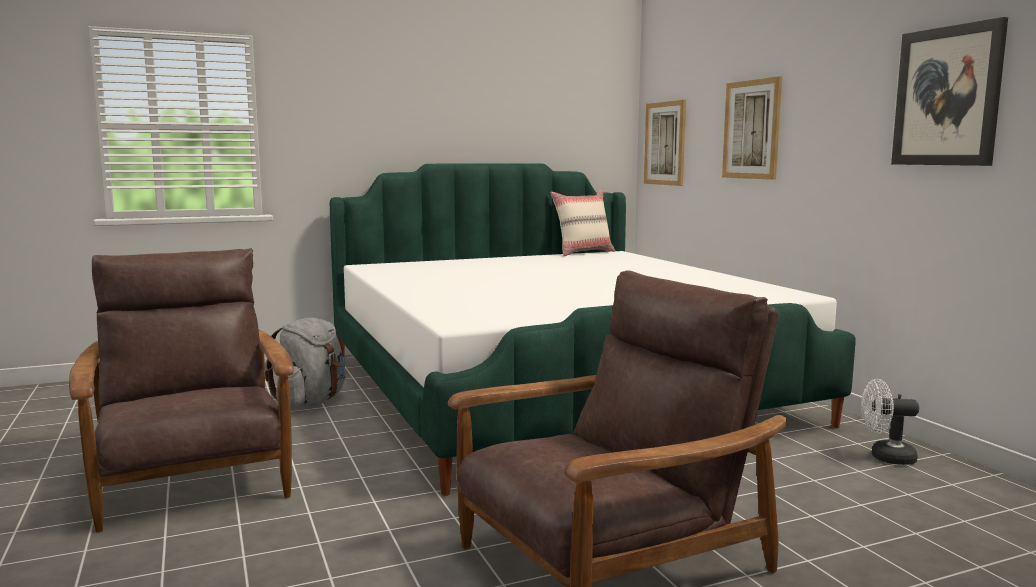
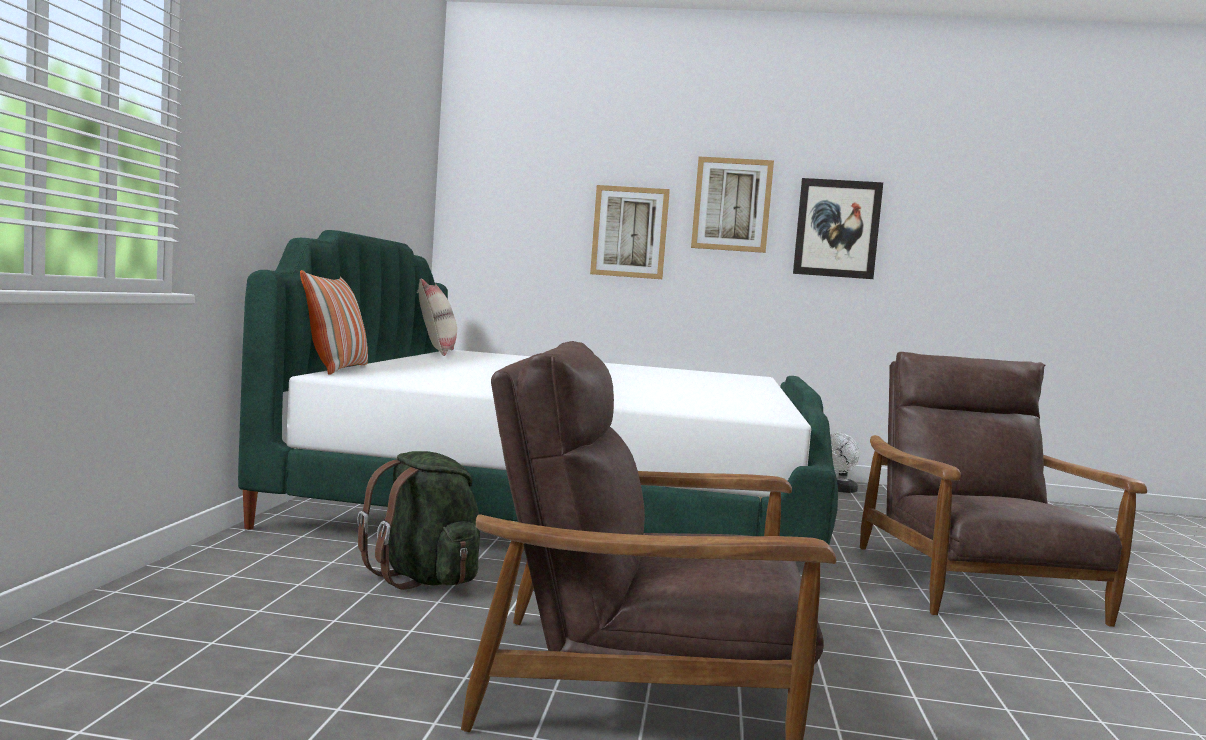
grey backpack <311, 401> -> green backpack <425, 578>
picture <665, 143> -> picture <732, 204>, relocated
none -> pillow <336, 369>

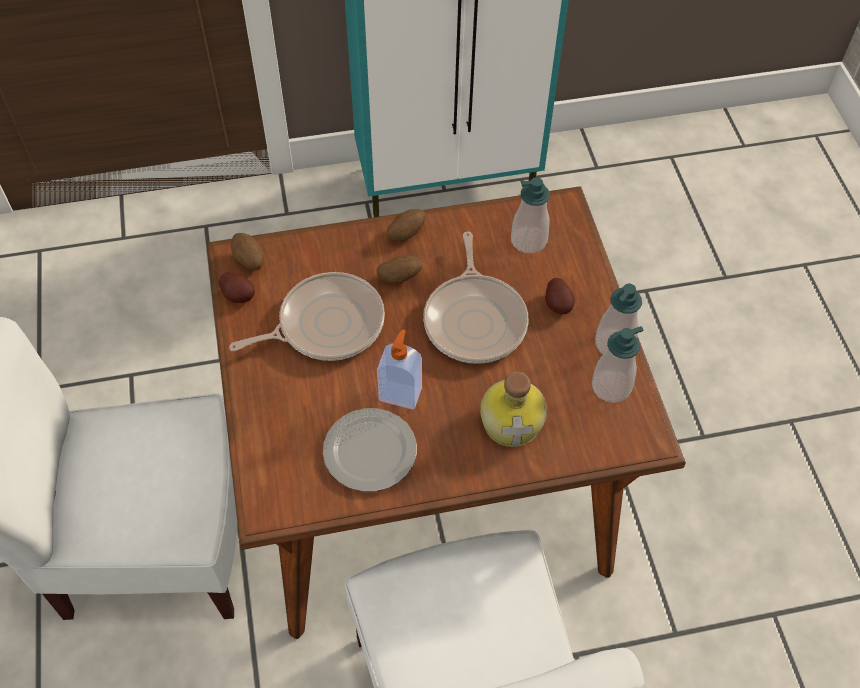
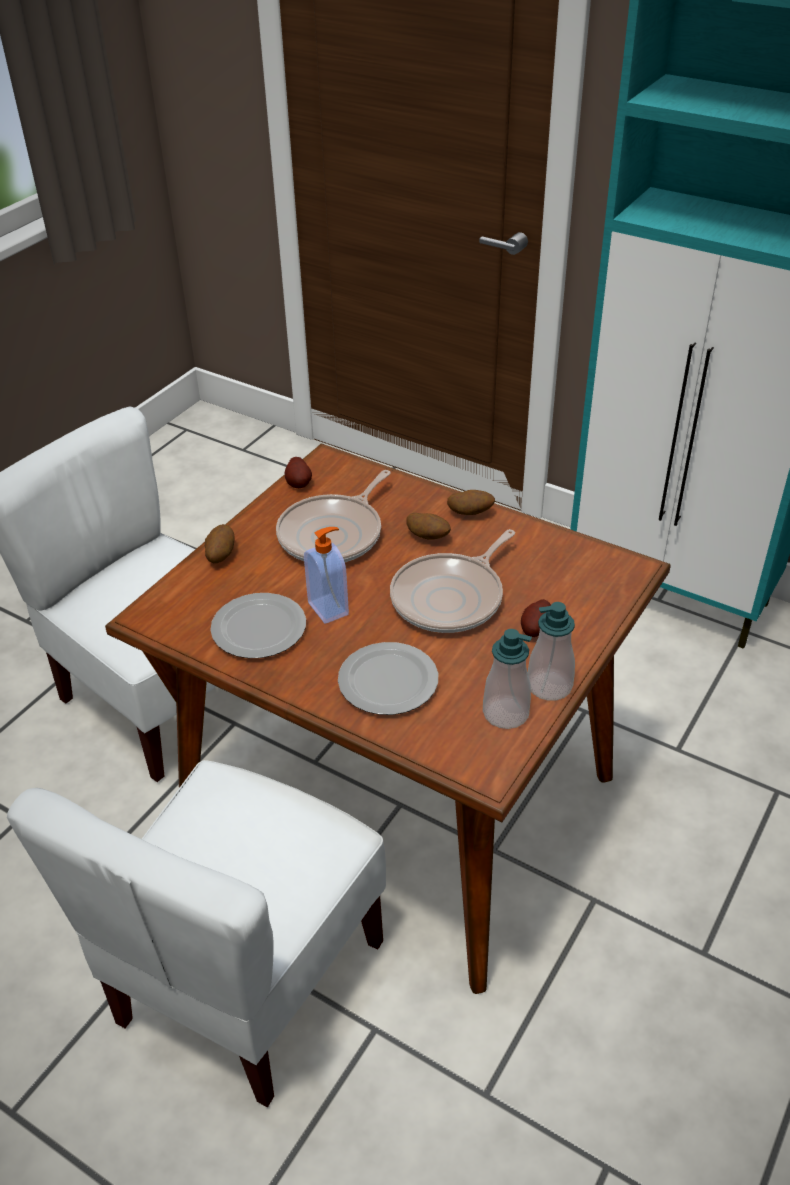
frying pan <326, 324> -> frying pan <334, 534>, 105 degrees clockwise
potato <249, 260> -> potato <220, 555>, relocated
bottle <513, 421> -> plate <390, 681>
soap dispenser <528, 240> -> none

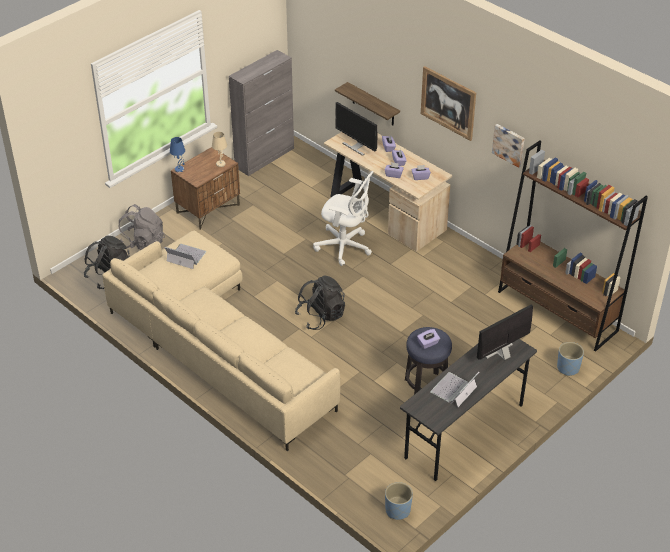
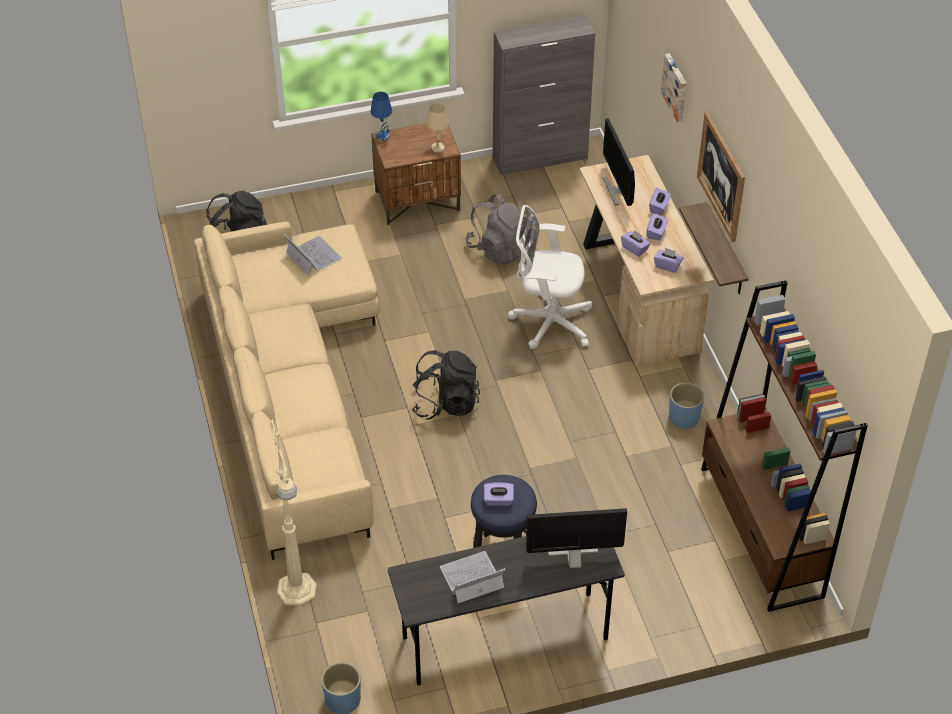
grey backpack <143, 243> -> grey backpack <498, 249>, relocated
white office chair <345, 247> -> white office chair <548, 322>, 135 degrees clockwise
shelf <373, 105> -> shelf <725, 251>, relocated
picture <509, 144> -> picture <676, 87>, relocated
blue planter <568, 368> -> blue planter <684, 418>, relocated
none -> beige floor lamp <297, 591>

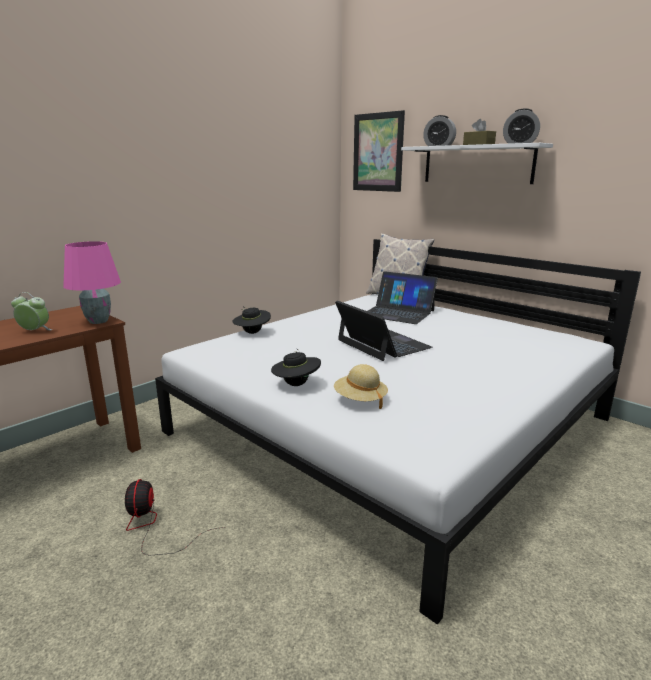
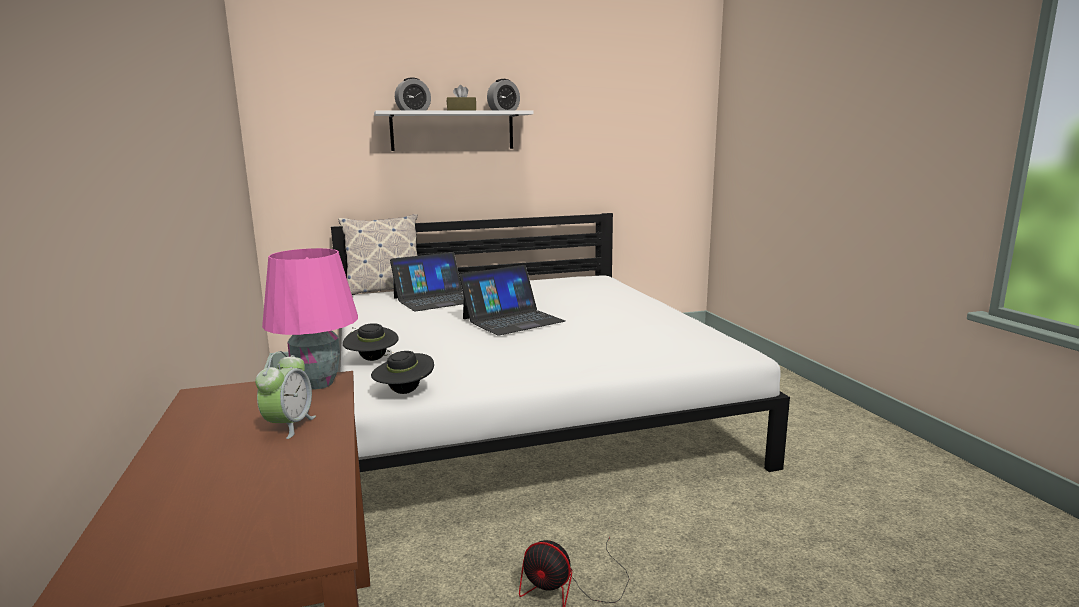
alarm clock <34, 331> -> alarm clock <289, 426>, 150 degrees clockwise
black hat <296, 384> -> black hat <404, 392>, relocated
beige hat <360, 400> -> none
laptop <382, 344> -> laptop <512, 320>, 150 degrees clockwise
picture <378, 152> -> none

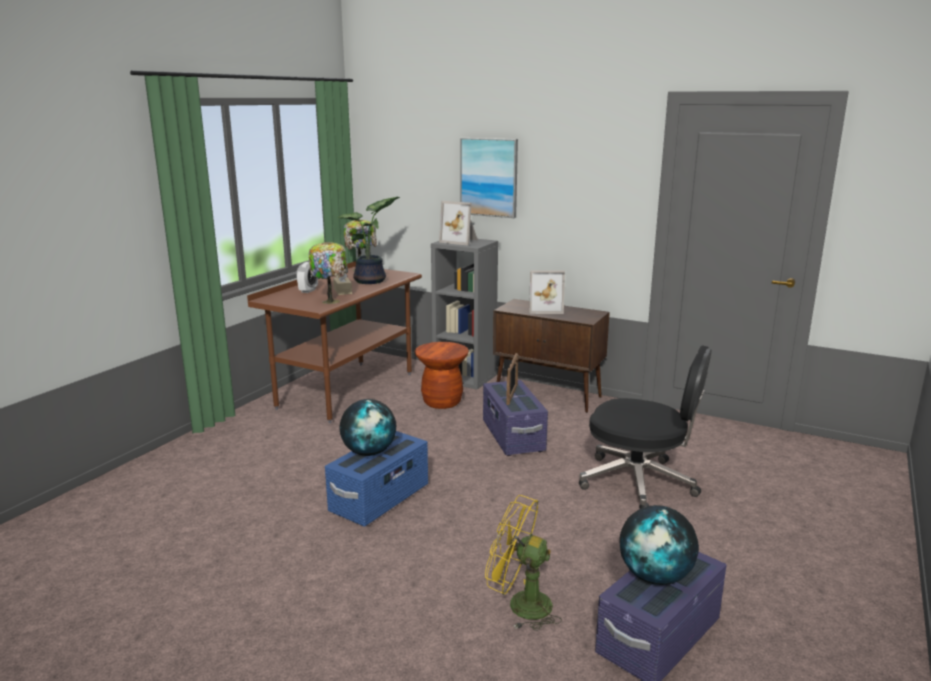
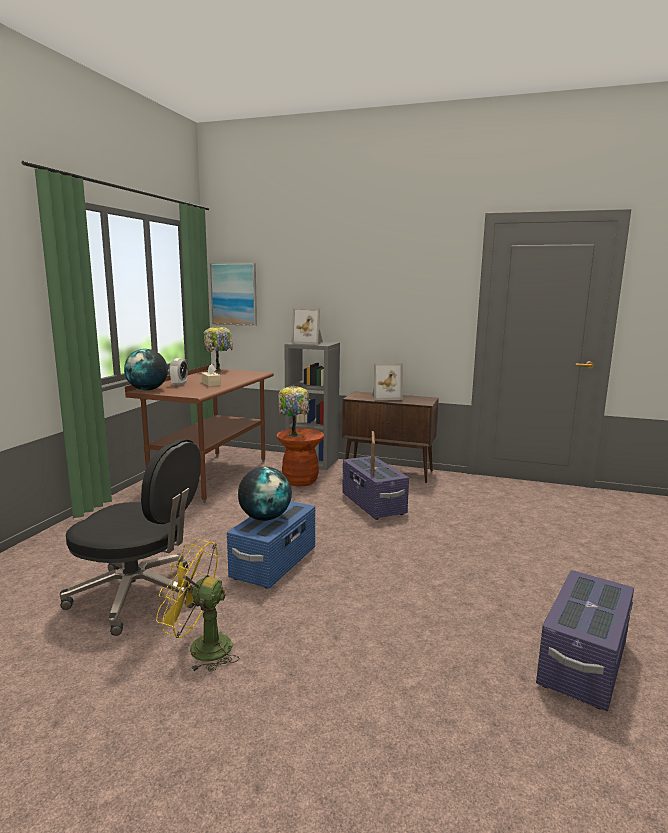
table lamp <331, 301> -> table lamp <294, 434>, relocated
potted plant <372, 281> -> none
picture <489, 177> -> picture <234, 294>, relocated
yellow fan <520, 604> -> yellow fan <200, 648>, relocated
black office chair <639, 483> -> black office chair <138, 595>, relocated
globe <655, 576> -> globe <147, 390>, relocated

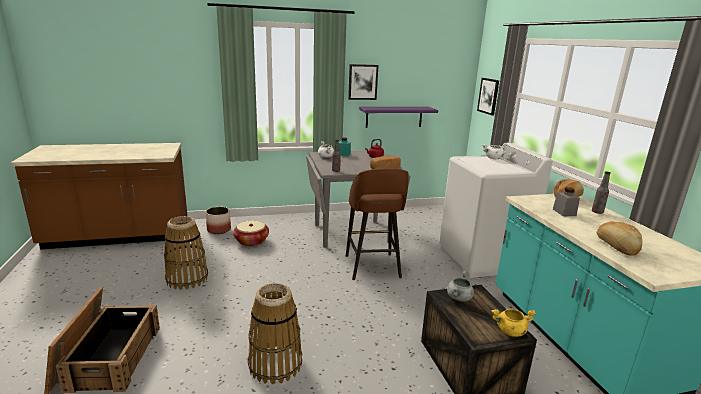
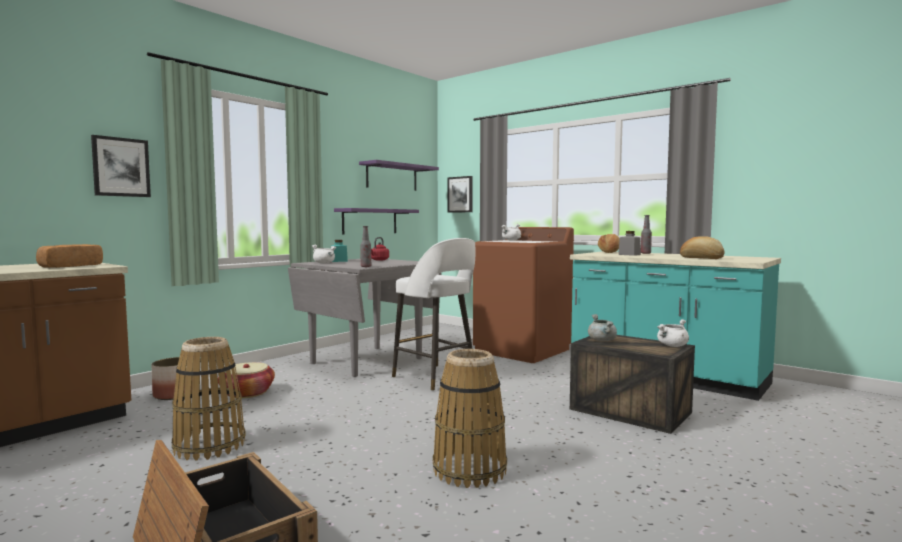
brown stool <372, 267> -> white stool <436, 378>
picture <362, 82> -> picture <121, 167>, relocated
bread <384, 169> -> bread <70, 266>, relocated
white washing machine <482, 259> -> brown washing machine <522, 350>
yellow cooking pot <510, 331> -> white cooking pot <672, 346>
none -> purple shelf <392, 177>

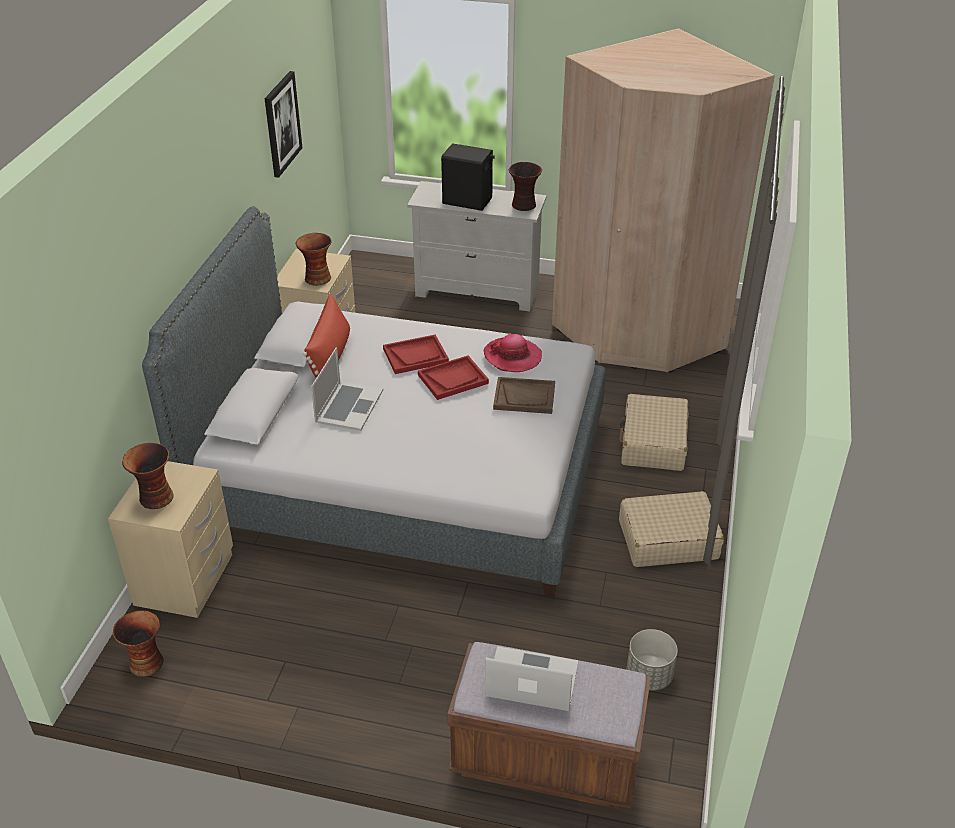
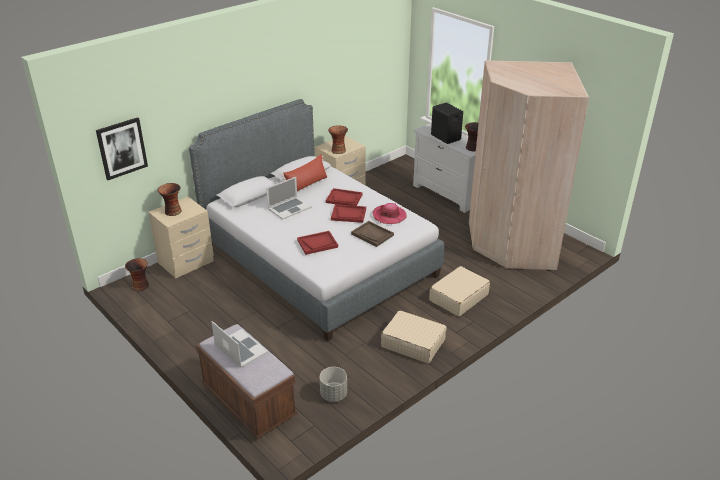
picture <282, 124> -> picture <122, 148>, relocated
none -> red tray <317, 243>

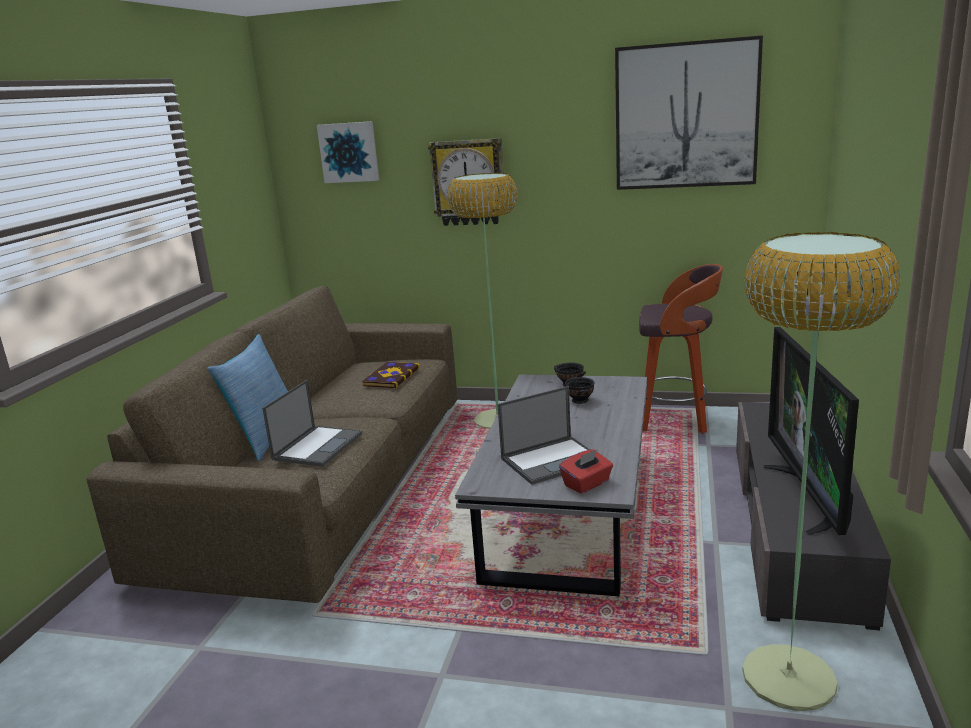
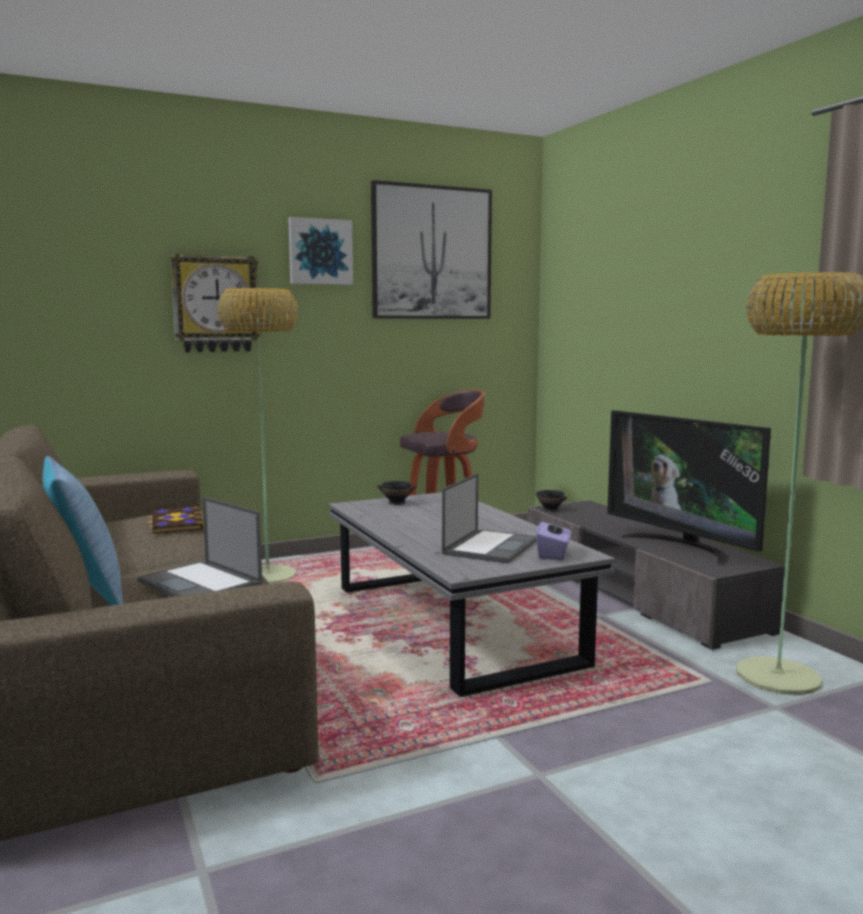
laptop <318, 446> -> laptop <201, 583>, 150 degrees clockwise
picture <349, 152> -> picture <320, 252>, relocated
red tissue box <587, 484> -> purple tissue box <553, 554>
black bowl <579, 400> -> black bowl <551, 510>, relocated

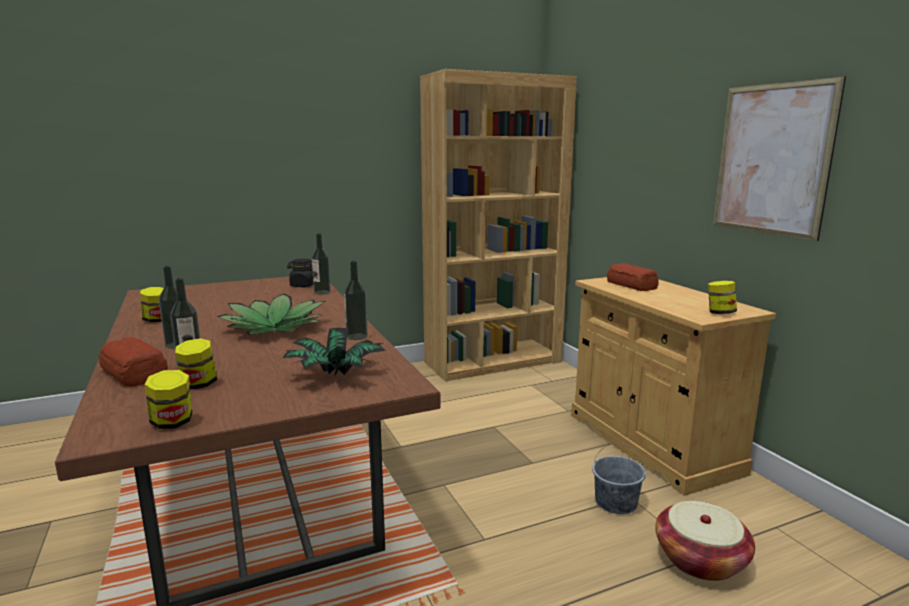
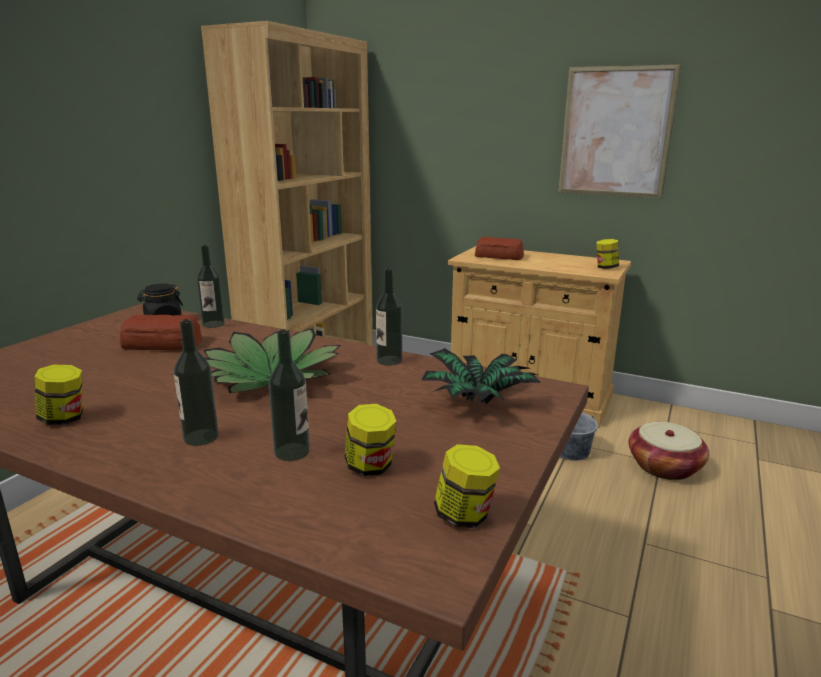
bread <134, 372> -> bread <161, 344>, relocated

